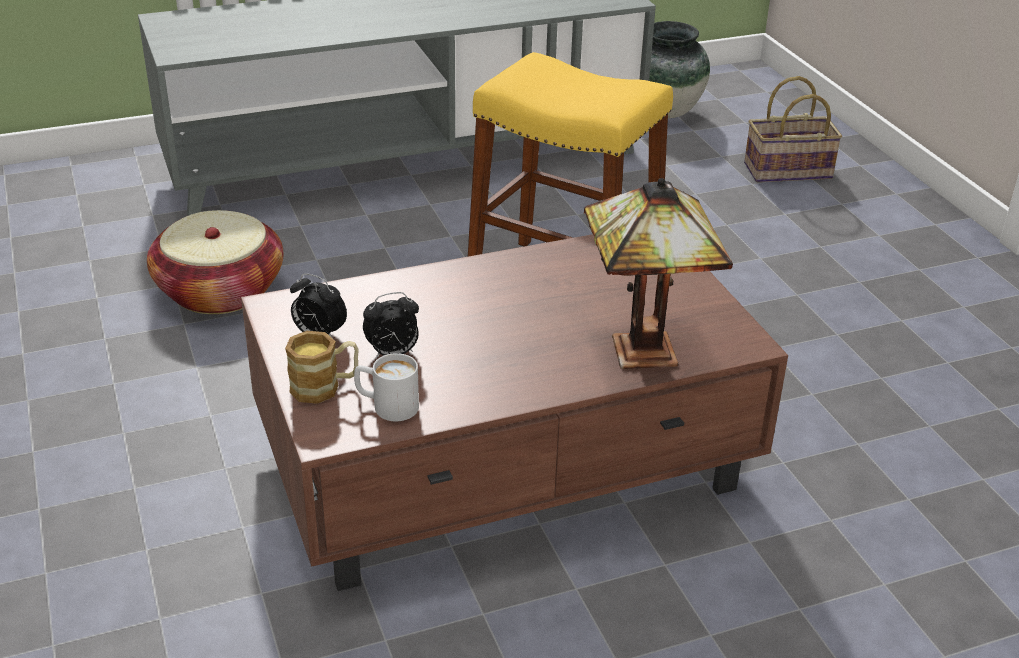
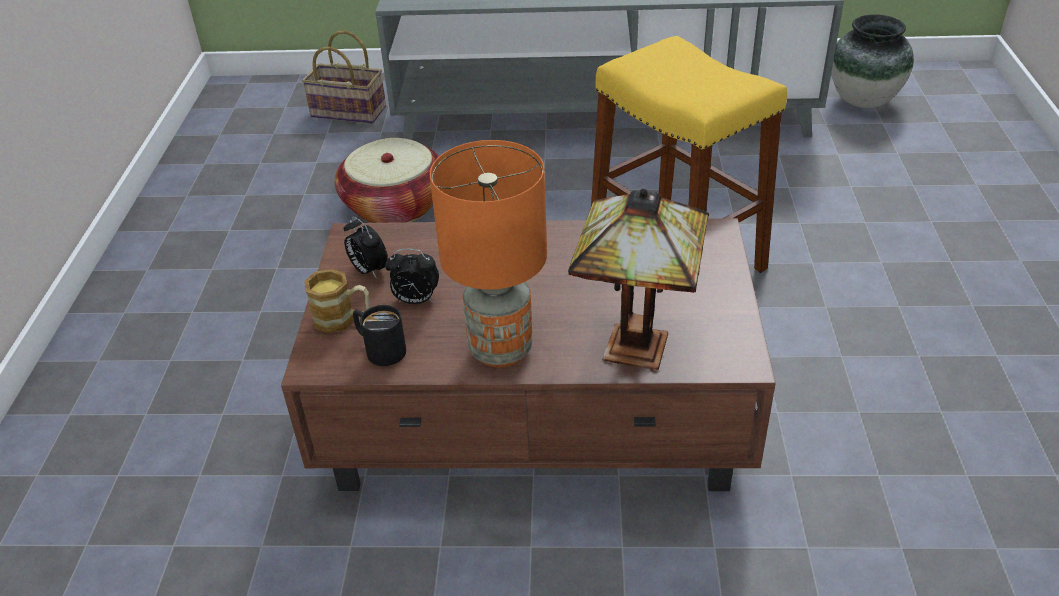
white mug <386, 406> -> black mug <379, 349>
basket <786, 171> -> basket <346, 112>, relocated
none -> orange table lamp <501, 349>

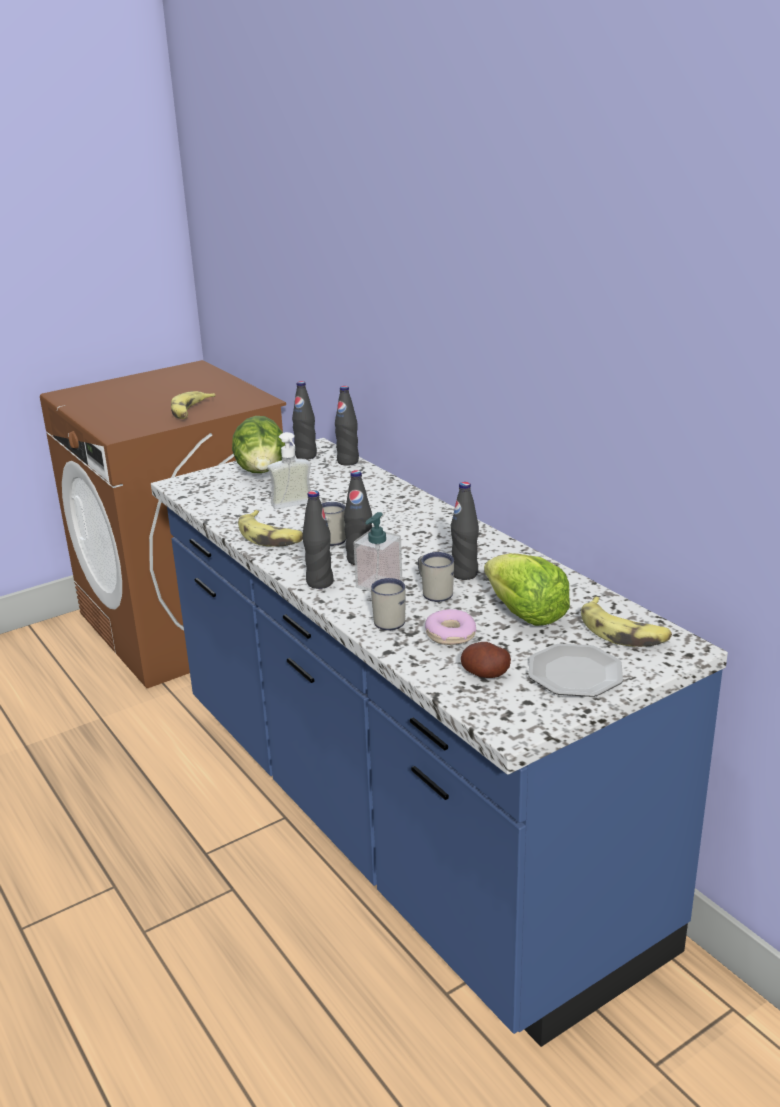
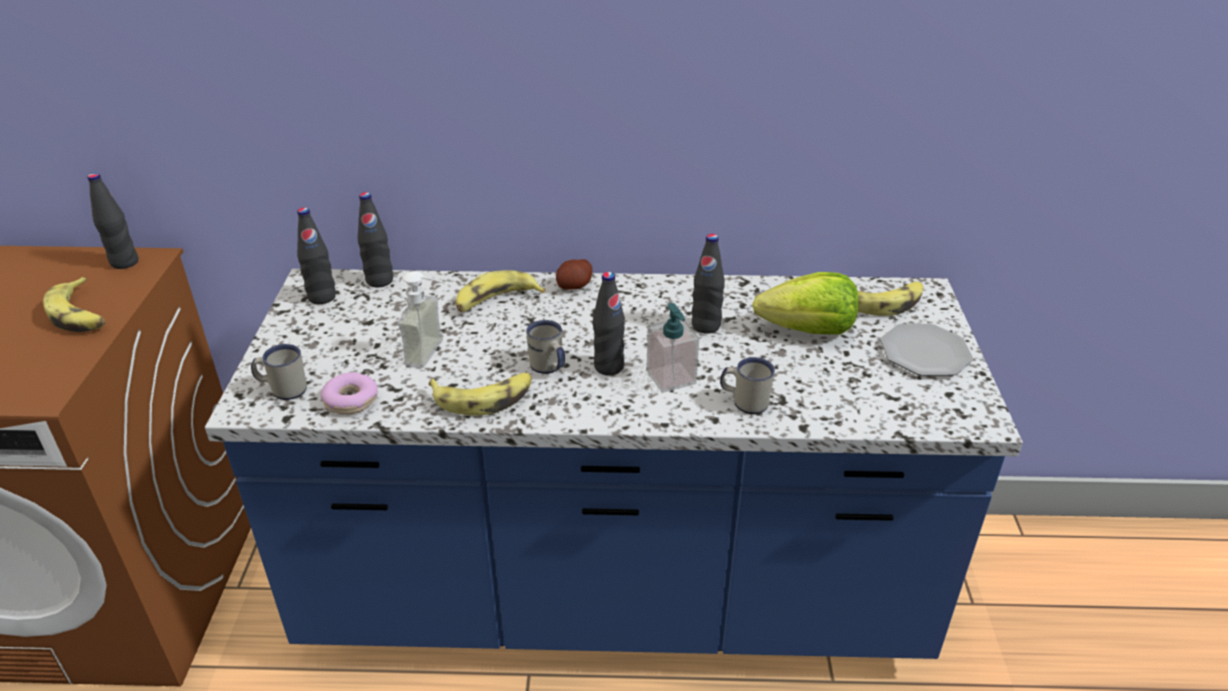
lettuce <262, 473> -> none
black bottle <319, 583> -> black bottle <124, 262>, relocated
white mug <434, 592> -> white mug <283, 389>, relocated
donut <450, 635> -> donut <351, 400>, relocated
potato <485, 674> -> potato <574, 286>, relocated
none -> banana <496, 301>

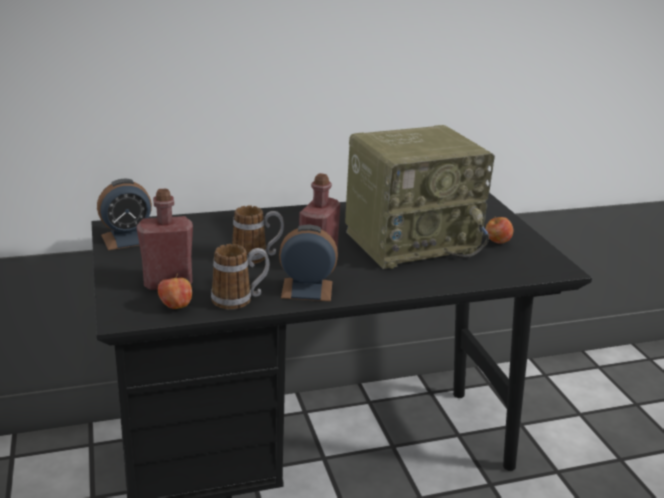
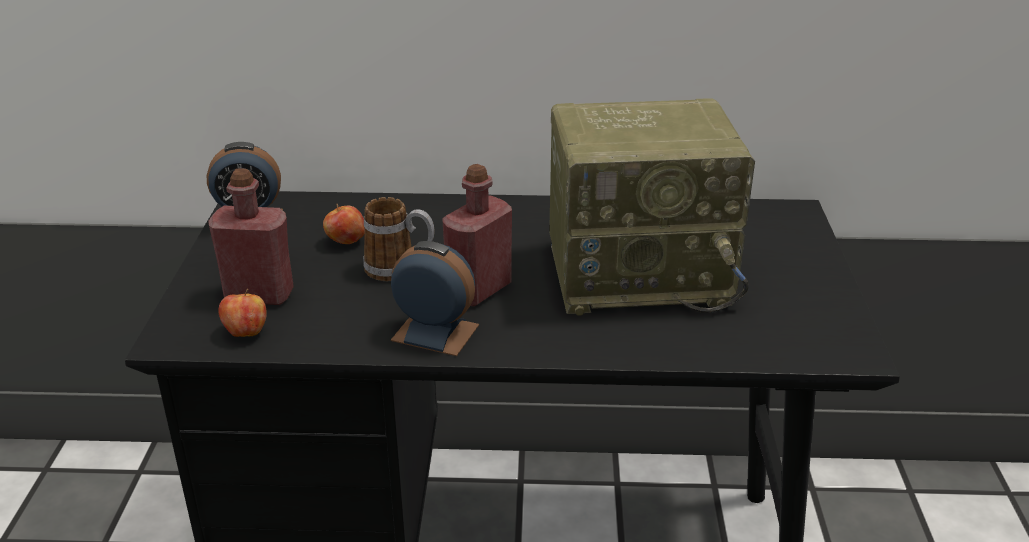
mug <240, 299> -> none
apple <497, 242> -> apple <346, 242>, relocated

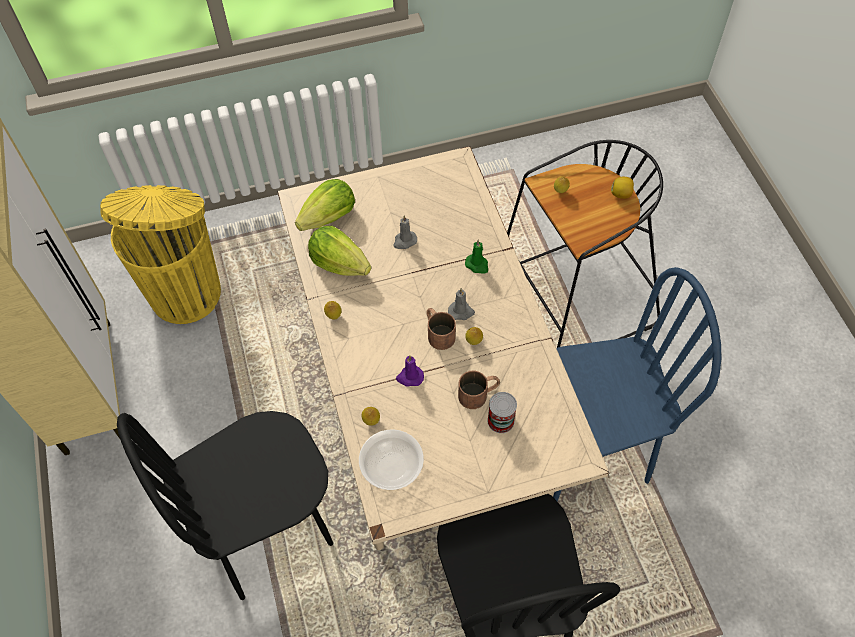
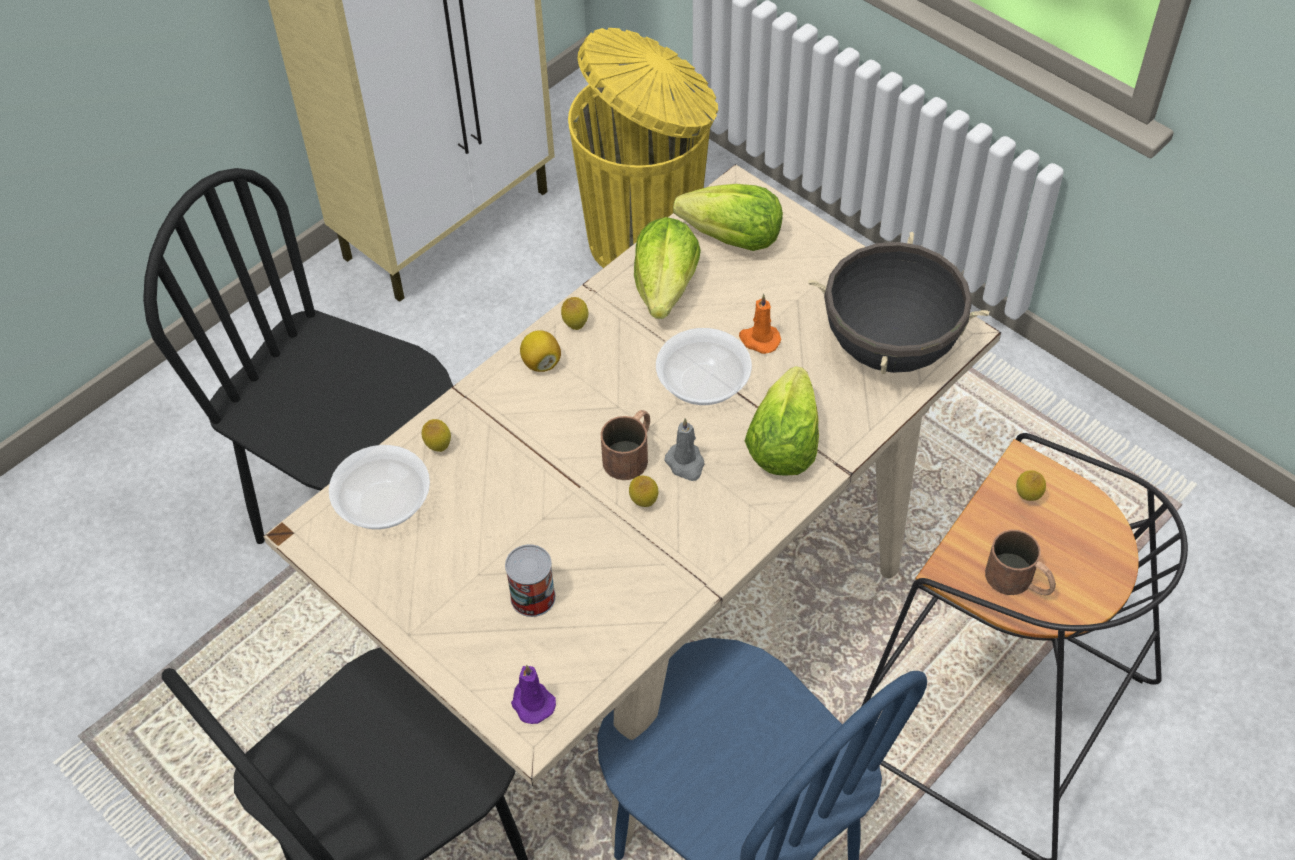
grey candle <404, 241> -> orange candle <759, 339>
purple candle <409, 377> -> purple candle <531, 702>, relocated
brown mug <479, 394> -> brown mug <1019, 581>, relocated
green candle <477, 265> -> lettuce <783, 444>
lemon <621, 194> -> lemon <541, 362>, relocated
none -> bowl <702, 383>
none -> black cooking pot <890, 347>

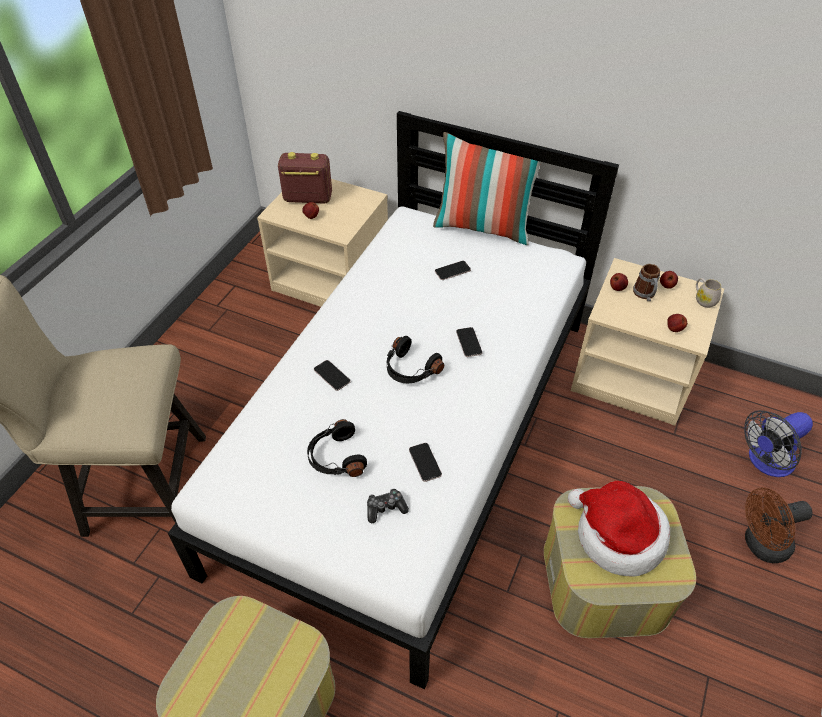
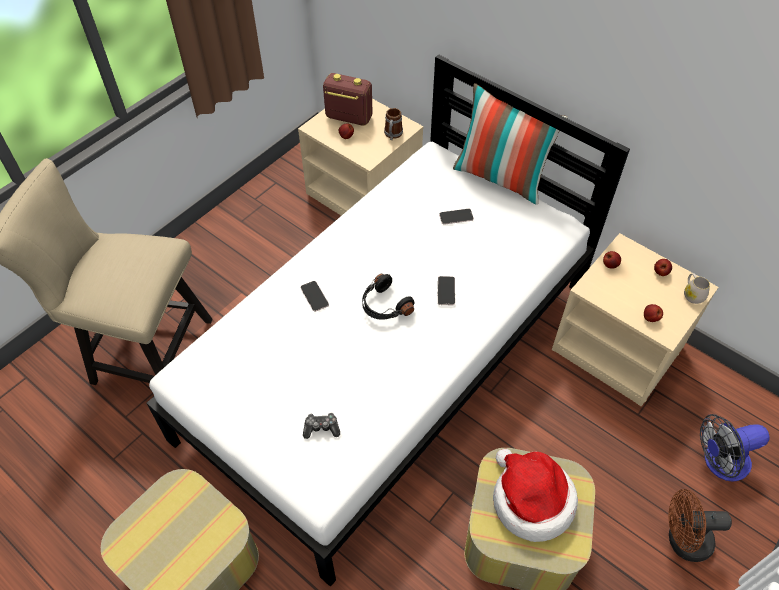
black headphones <335, 458> -> none
phone <425, 462> -> none
mug <645, 295> -> mug <392, 135>, relocated

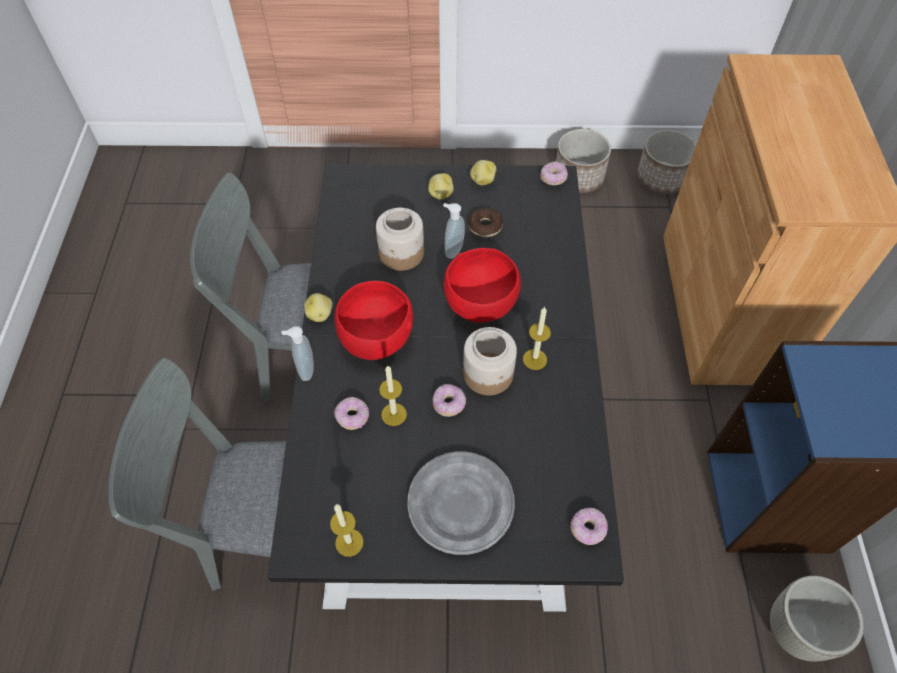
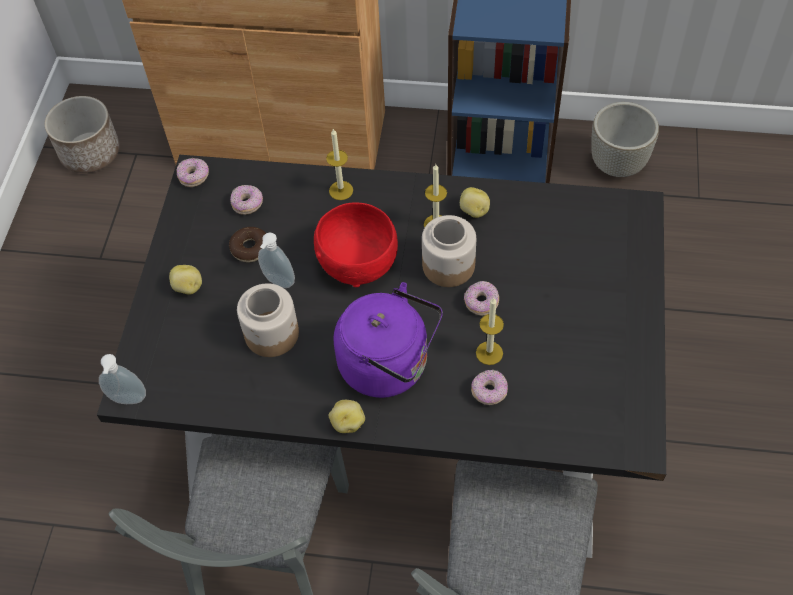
soap dispenser <305, 369> -> soap dispenser <128, 400>, relocated
candle <349, 542> -> candle <341, 190>, relocated
red bowl <376, 338> -> purple kettle <389, 365>
grey plate <460, 504> -> none
potato <482, 180> -> potato <474, 211>, relocated
planter <578, 177> -> none
donut <588, 529> -> donut <247, 204>, relocated

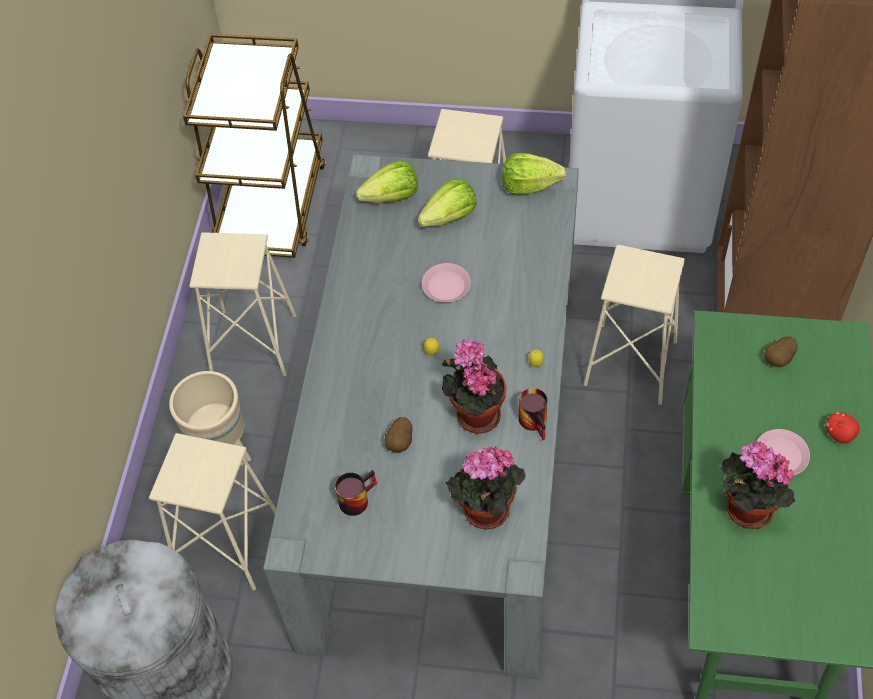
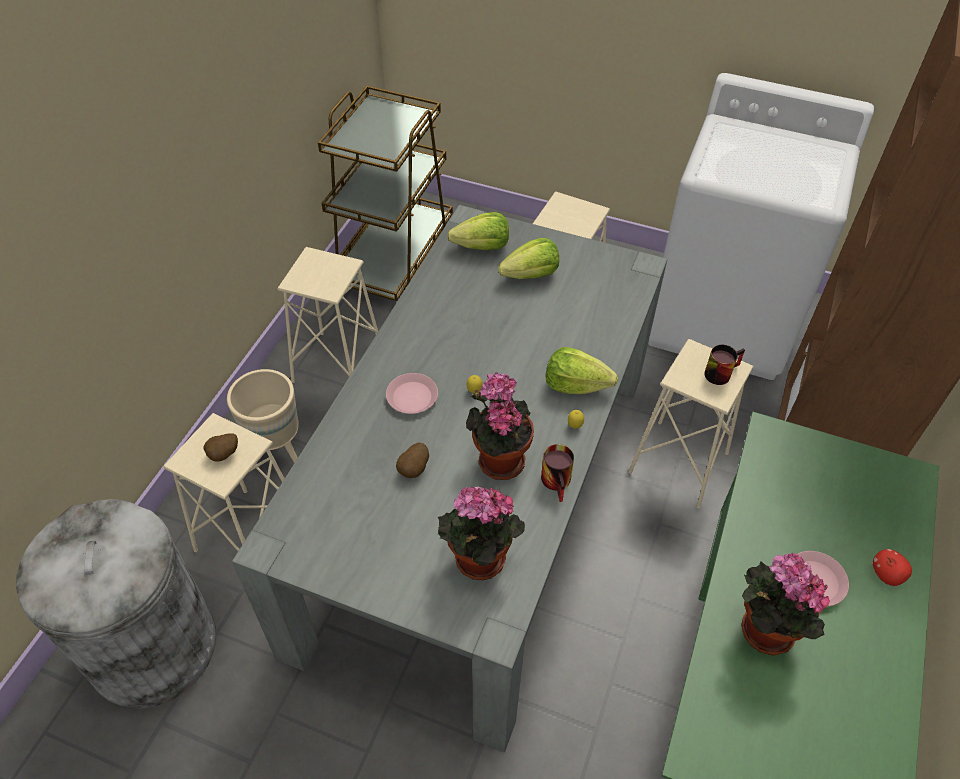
mug <356, 497> -> mug <719, 371>, relocated
pink plate <446, 286> -> pink plate <412, 397>, relocated
lettuce <529, 185> -> lettuce <575, 385>, relocated
potato <779, 360> -> potato <224, 455>, relocated

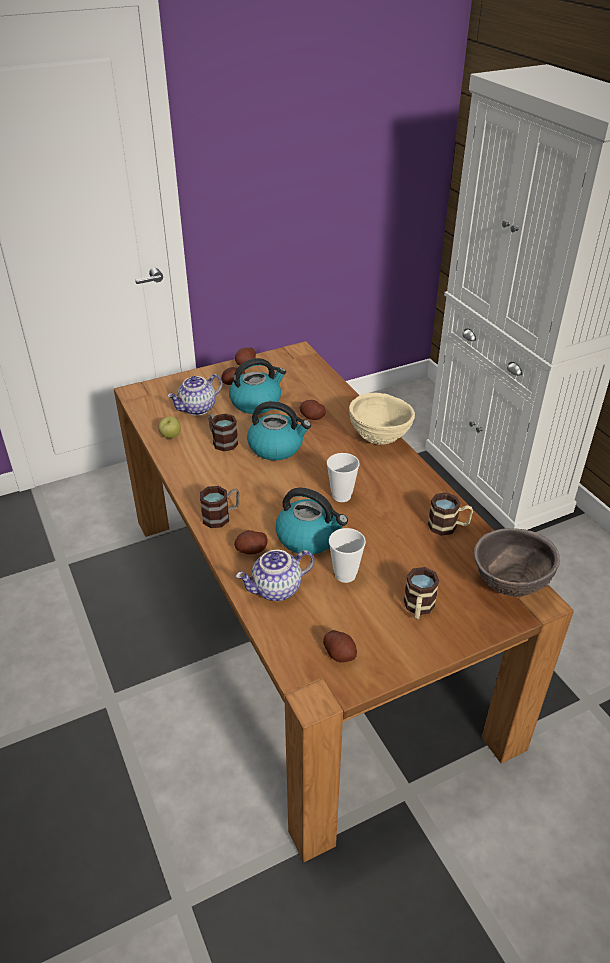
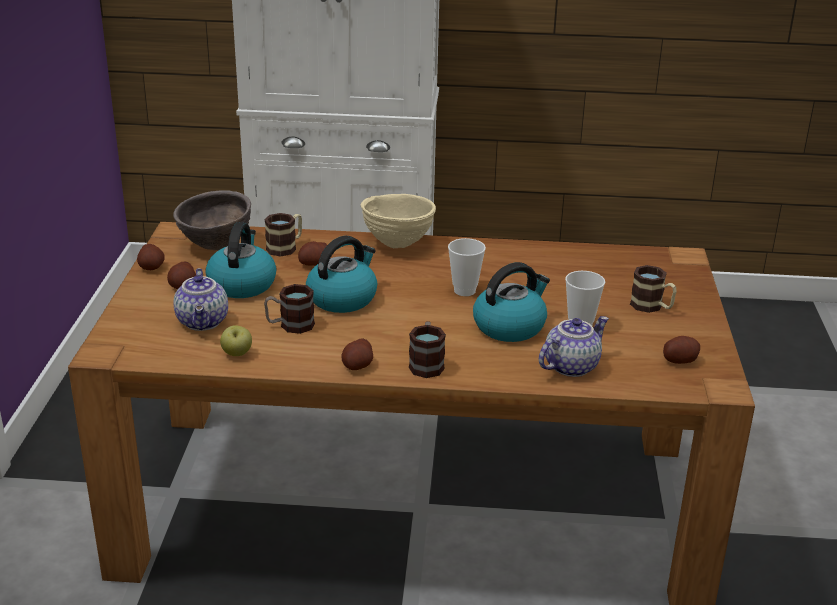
potato <251, 550> -> potato <358, 366>, relocated
teapot <276, 590> -> teapot <570, 366>, 135 degrees counterclockwise
mug <448, 526> -> mug <286, 247>, relocated
brown bowl <509, 586> -> brown bowl <215, 247>, relocated

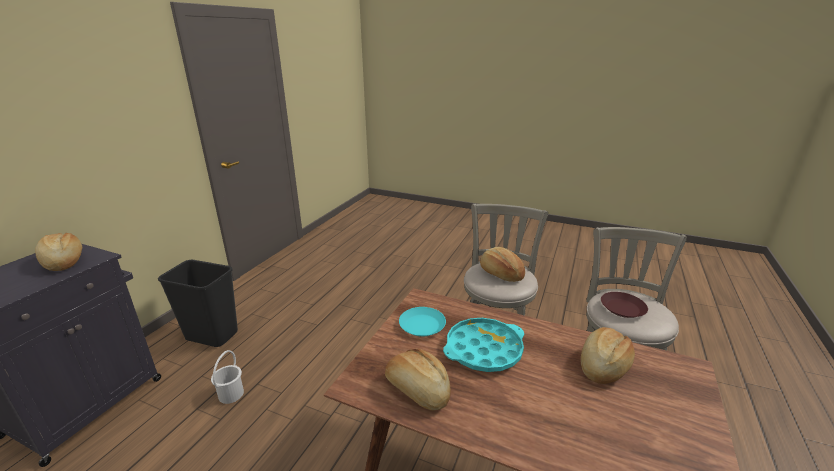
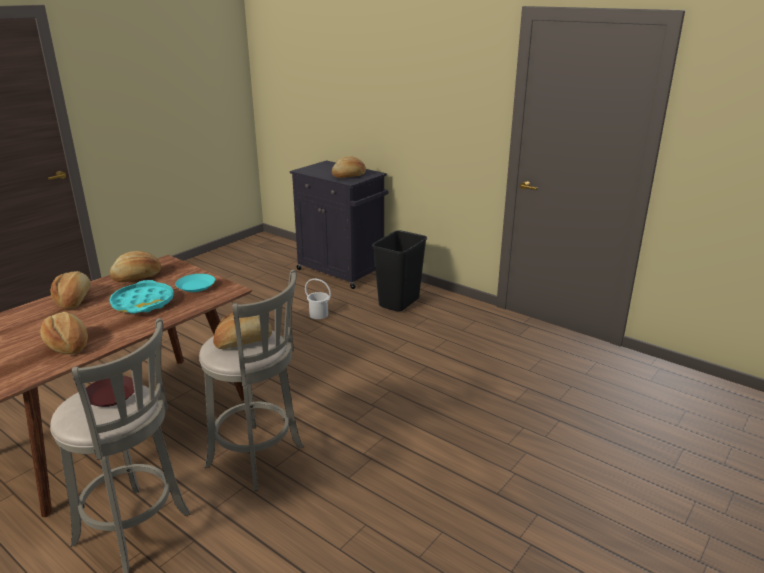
none -> bread <74, 300>

